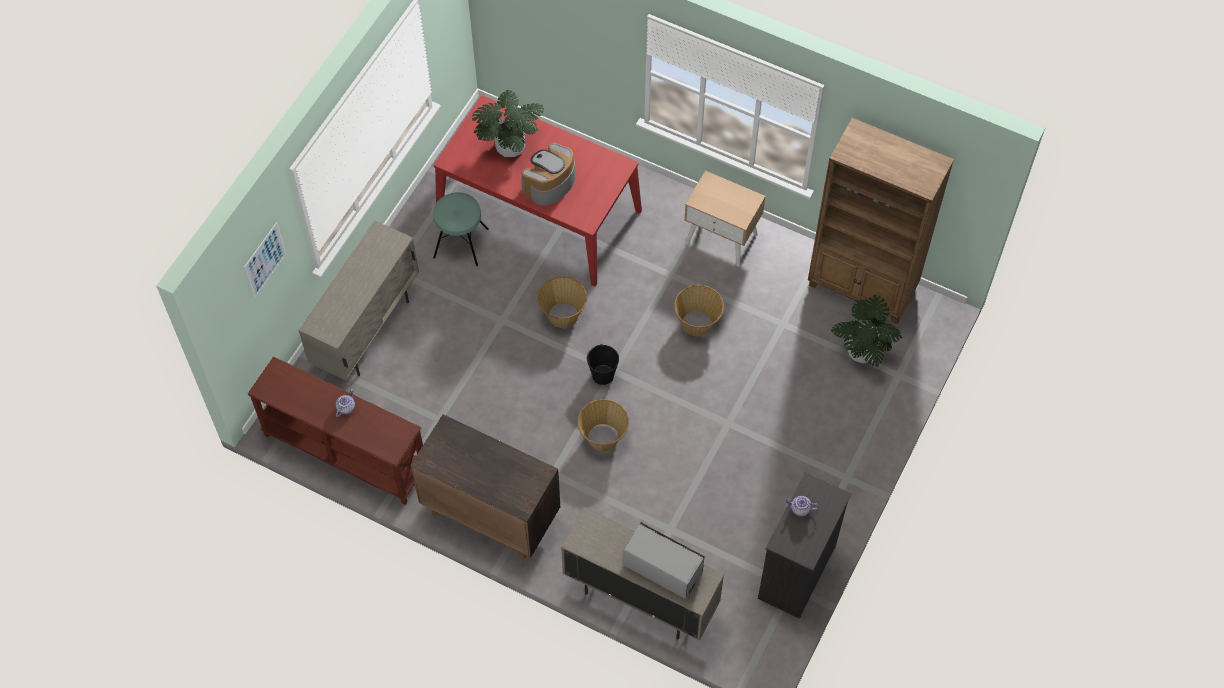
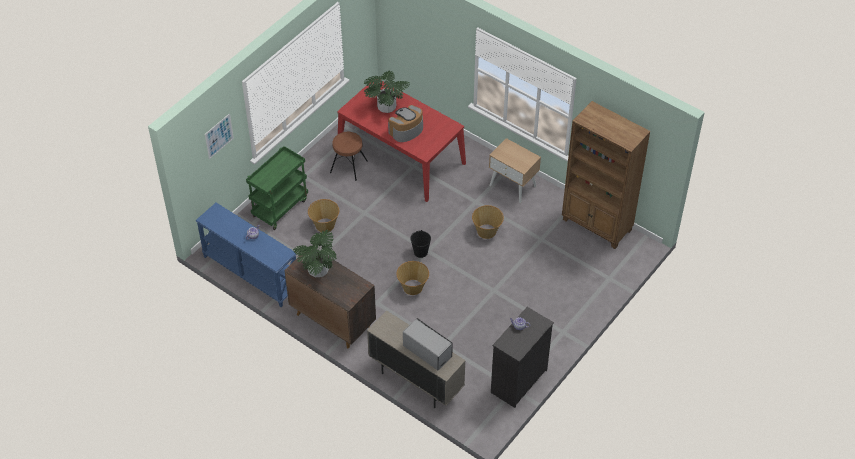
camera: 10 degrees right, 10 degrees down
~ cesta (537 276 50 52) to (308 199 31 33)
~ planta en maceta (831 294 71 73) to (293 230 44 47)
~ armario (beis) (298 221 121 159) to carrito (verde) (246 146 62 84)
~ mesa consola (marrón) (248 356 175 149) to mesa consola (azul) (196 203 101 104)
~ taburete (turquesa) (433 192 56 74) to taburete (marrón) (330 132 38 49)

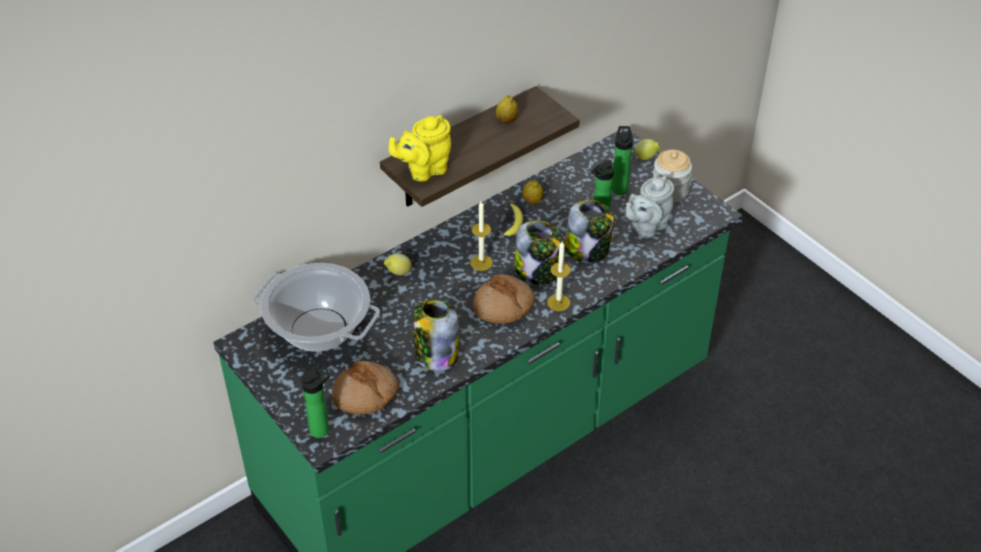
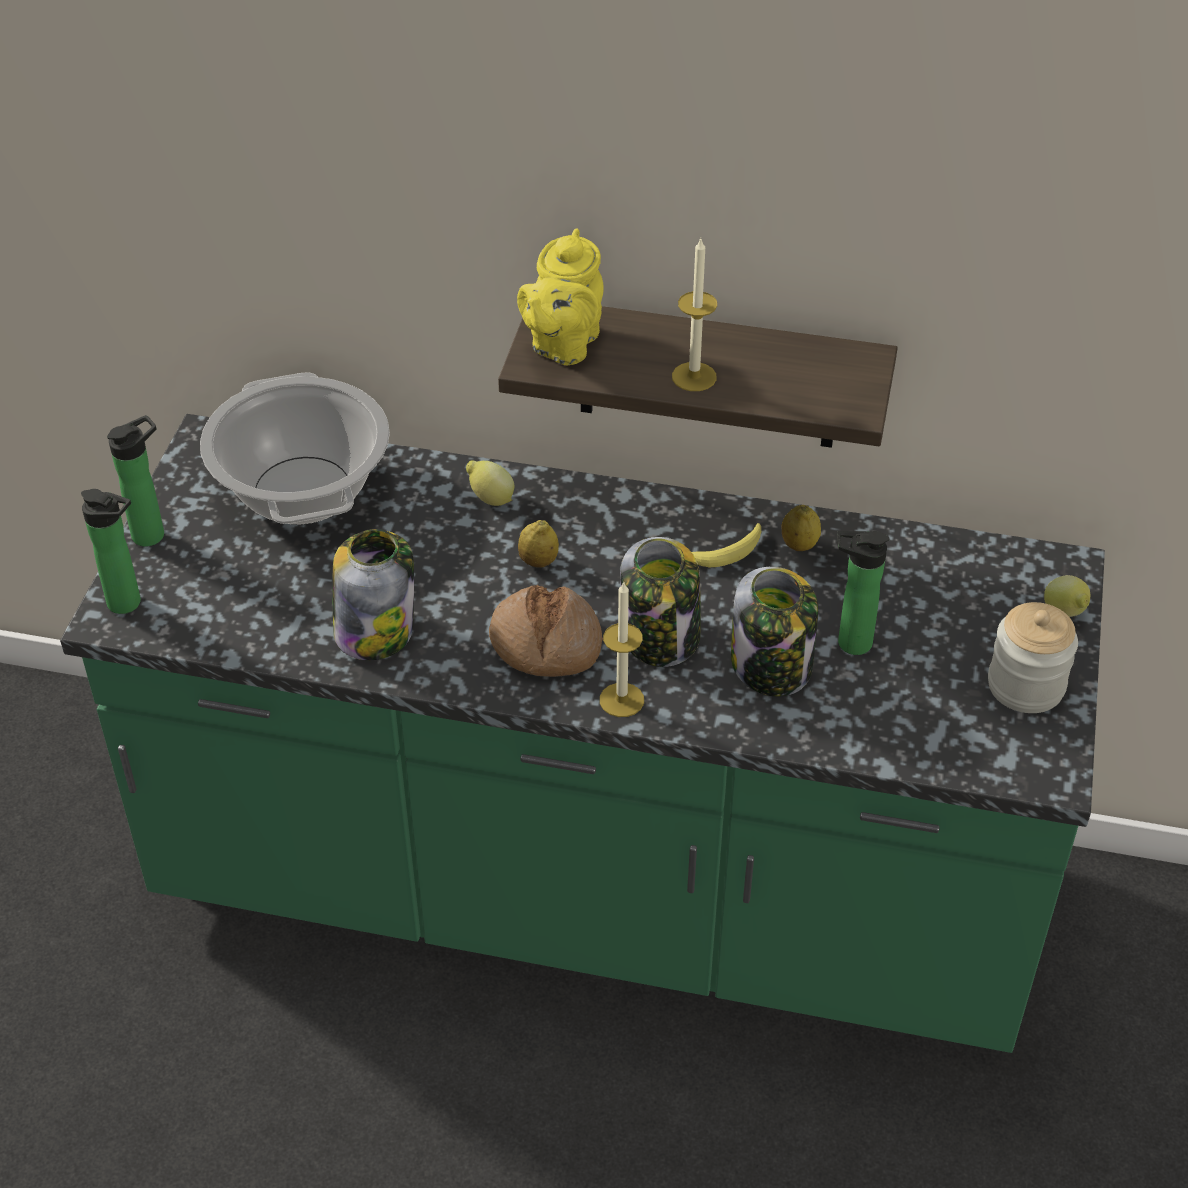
camera: 50 degrees right, 0 degrees up
- pan (332 361 67 53)
- tetera (gris) (626 176 48 62)
~ vela (470 201 23 70) to (672 239 45 152)
~ limón (496 95 22 29) to (518 520 41 48)
~ botella (611 126 22 69) to (107 415 57 132)
~ tetera (amarillo) (389 115 62 66) = (517 229 87 136) 90 degrees counterclockwise

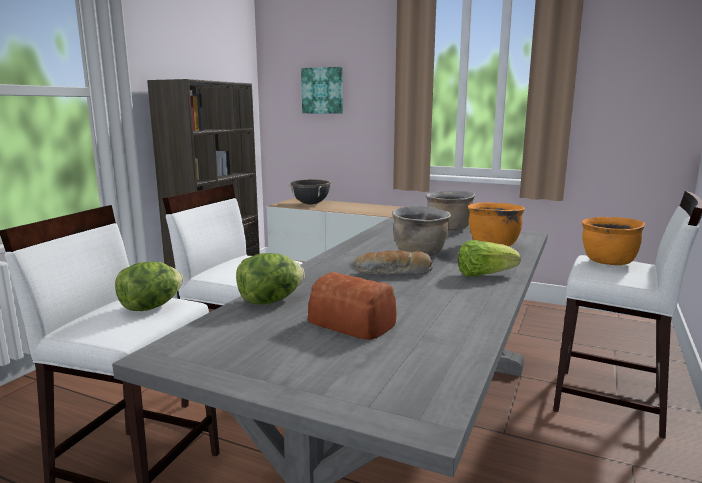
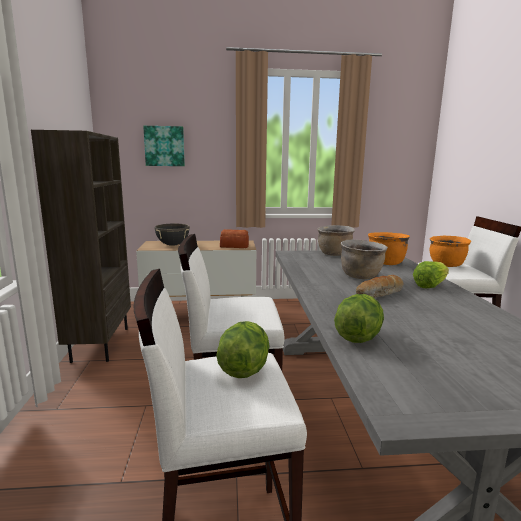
camera: 30 degrees left, 0 degrees up
~ pan (308 272 89 68) to (220 229 29 19)

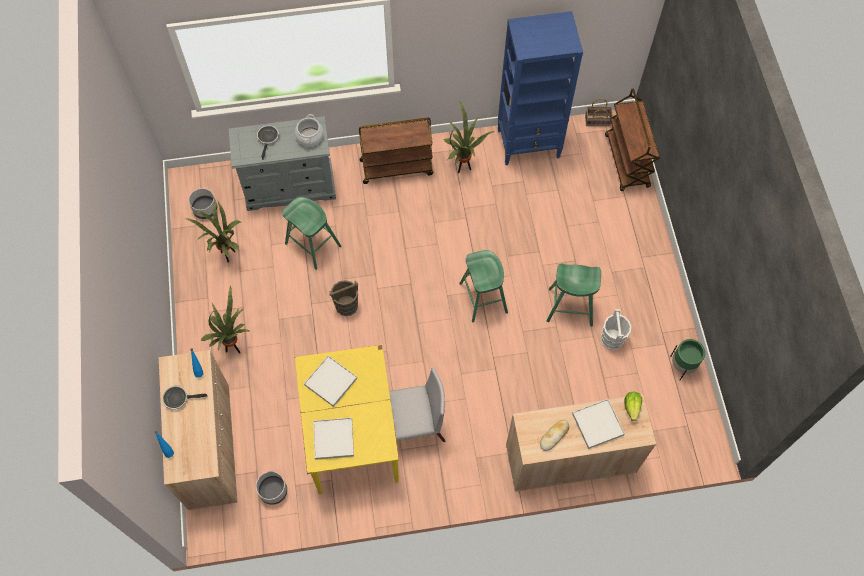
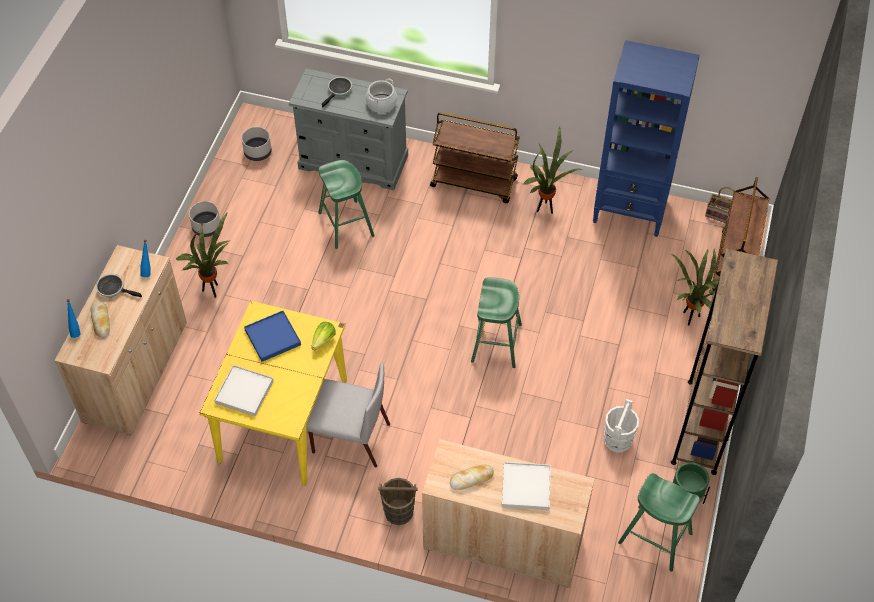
camera: 25 degrees right, 10 degrees down
+ pan (91 301 19 36)
+ estantería (marrón) (671 248 107 227)
~ planta en maceta (186 202 55 60) to (672 248 47 77)
~ maceta (gris) (256 471 31 34) to (189 201 31 36)
~ cubo (marrón) (329 280 29 36) to (378 478 39 47)
~ taburete (verde) (547 263 54 63) to (618 473 82 98)
~ lechuga (624 392 18 29) to (311 322 25 28)
~ bandeja (blanco) (304 356 53 51) to bandeja (azul) (244 311 57 51)

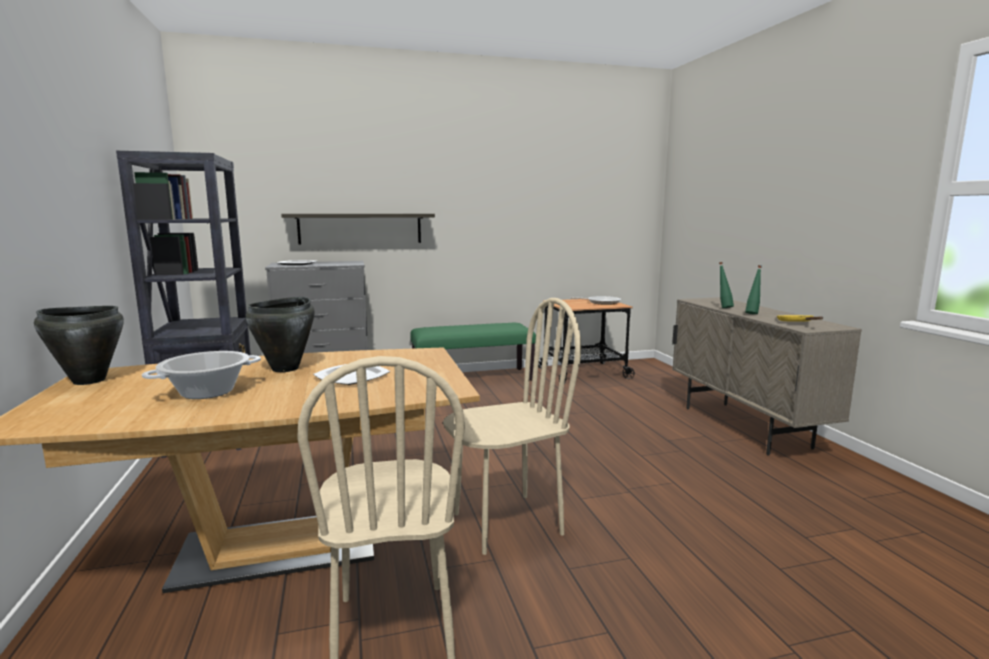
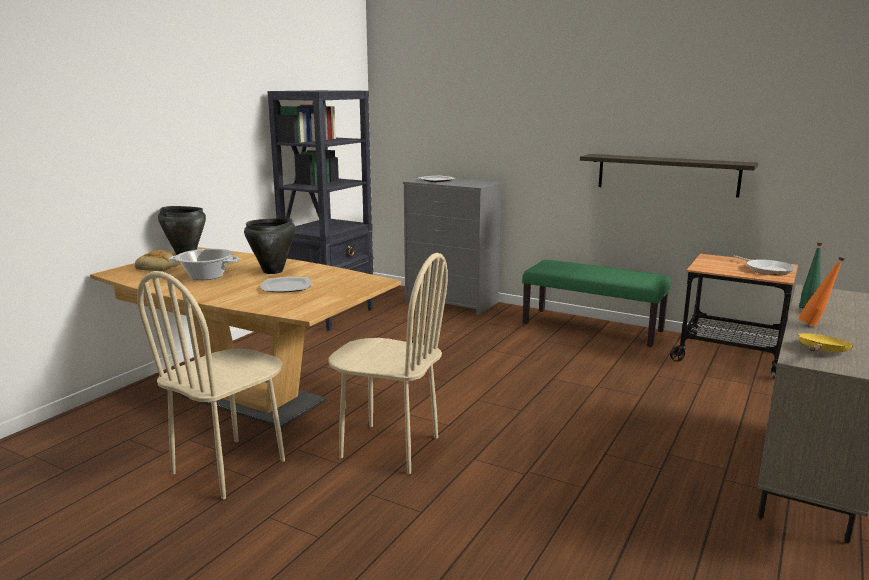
camera: 45 degrees right, 5 degrees up
+ pan (135 250 46 21)
~ estante (281 214 154 31) to (580 154 178 44)
~ botella (verde) (745 265 17 49) to botella (naranja) (798 257 46 70)

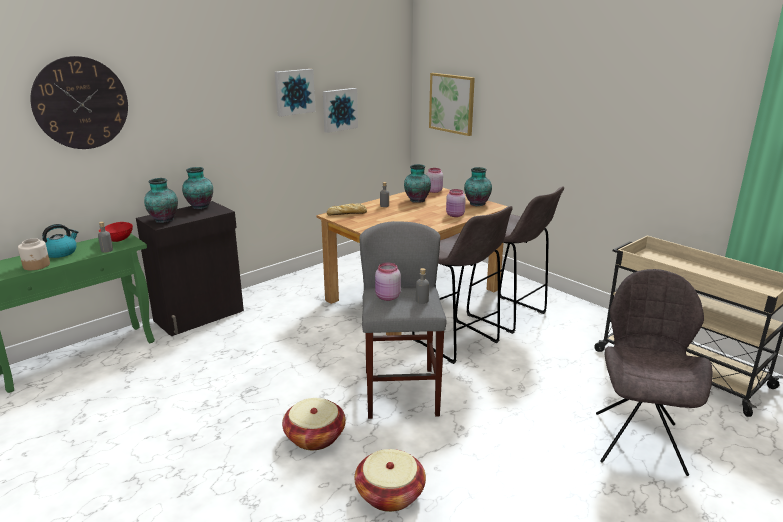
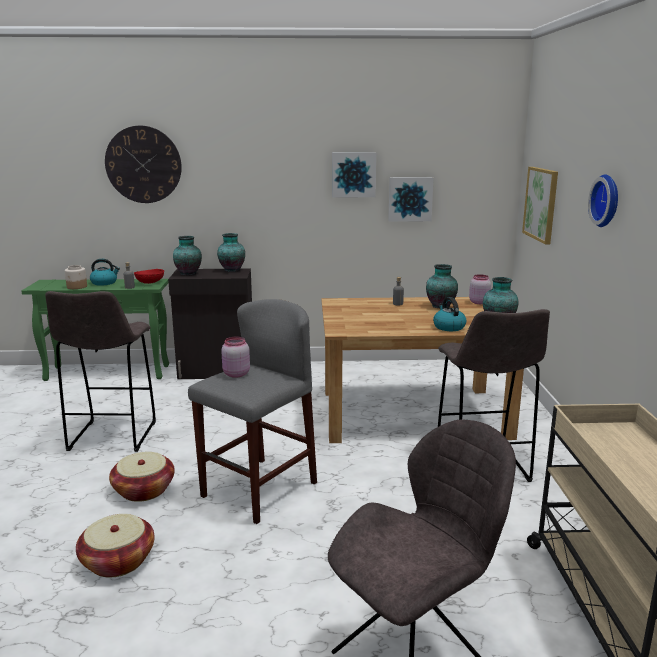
camera: 40 degrees right, 5 degrees down
- pan (327 203 40 13)
- botella (gris) (416 268 13 36)
+ reloj de pared (588 174 30 53)
~ taburete (gris) (412 206 101 158) to (45 291 111 161)
~ tarro (rosa) (446 189 20 28) to hervidor (433 297 33 34)

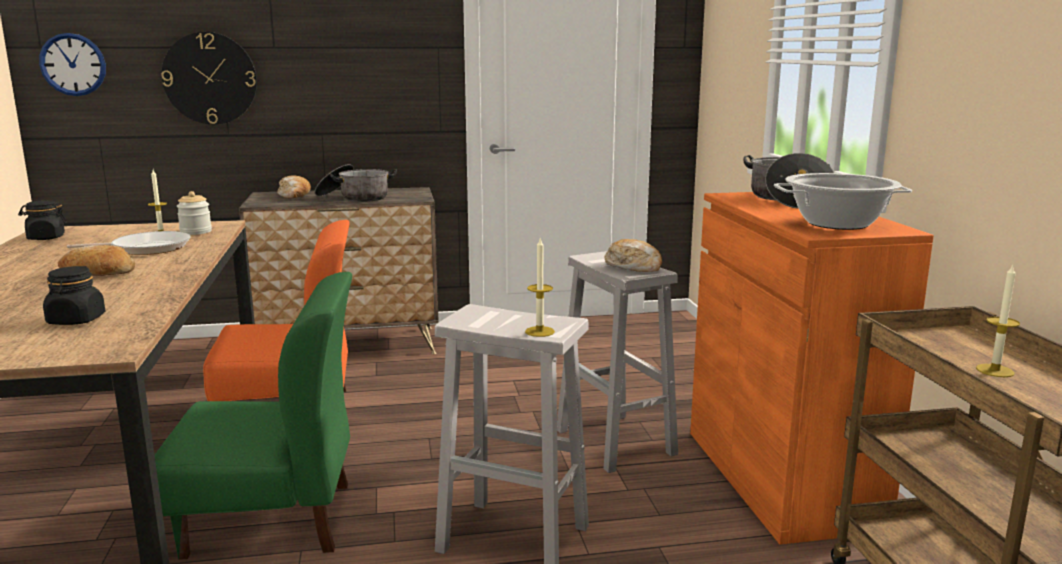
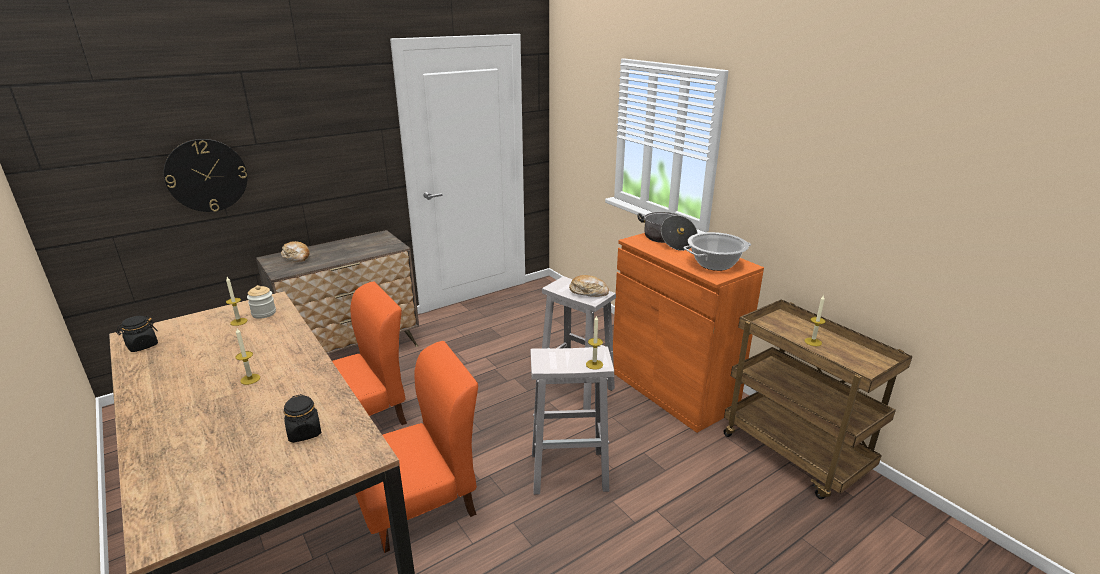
camera: 25 degrees left, 10 degrees up
- reloj de pared (39 33 67 63)
- sartén (67 231 124 24)
- olla (314 164 83 38)
~ pan (58 245 77 31) to vela (236 328 24 57)
~ silla (verde) (155 272 197 288) to silla (naranja) (355 341 123 212)

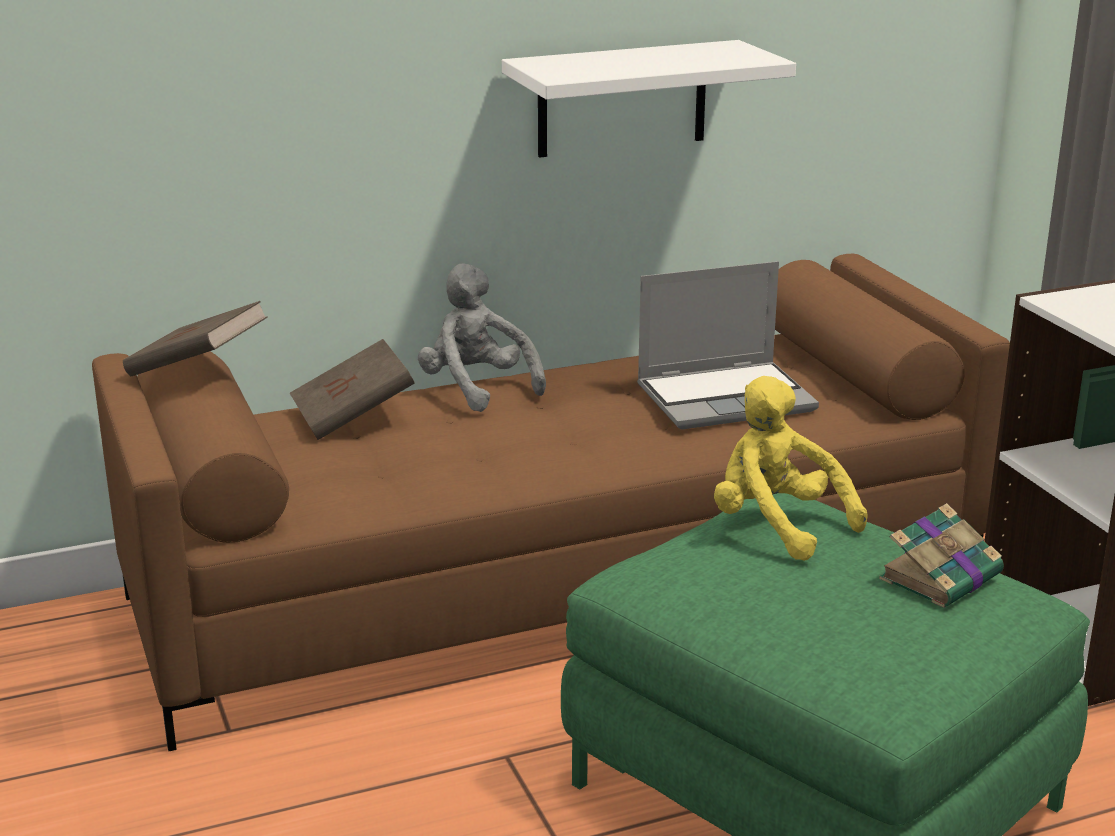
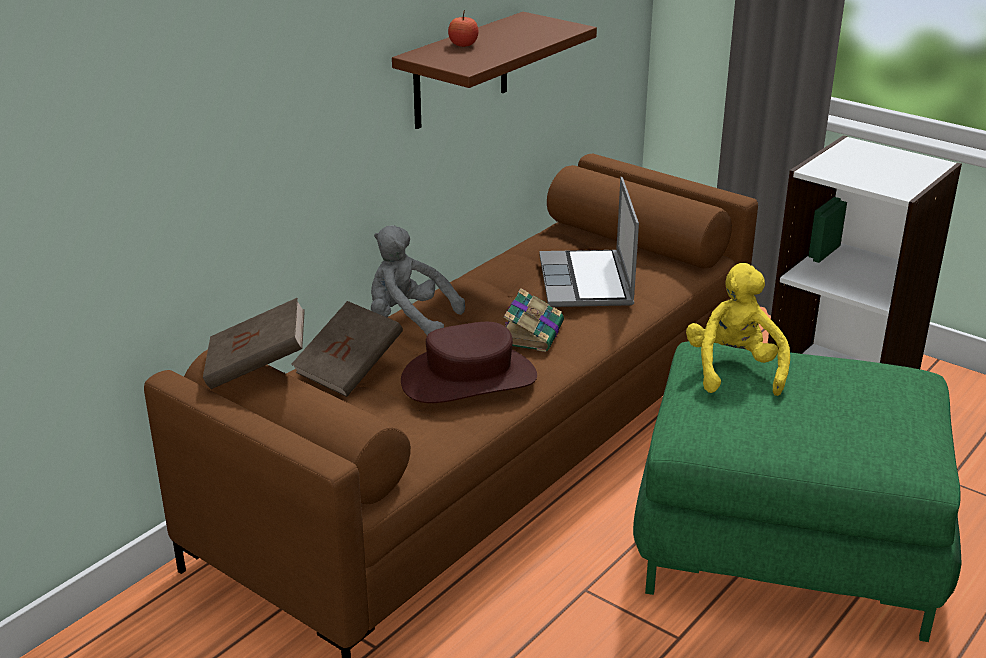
camera: 30 degrees left, 5 degrees up
+ sombrero (marrón) (401 322 136 81)
+ manzana (448 10 31 37)
~ libro (879 503 125 105) to (503 288 61 64)
~ estante (blanco) (502 40 294 118) to estante (marrón) (392 12 205 117)
~ portátil (637 261 182 169) = (539 177 100 130) 135 degrees clockwise
~ peluche (amarillo) (714 376 154 185) = (686 263 104 133) 75 degrees clockwise

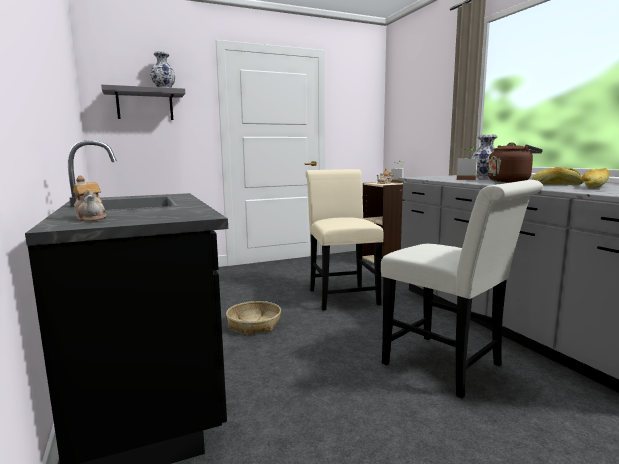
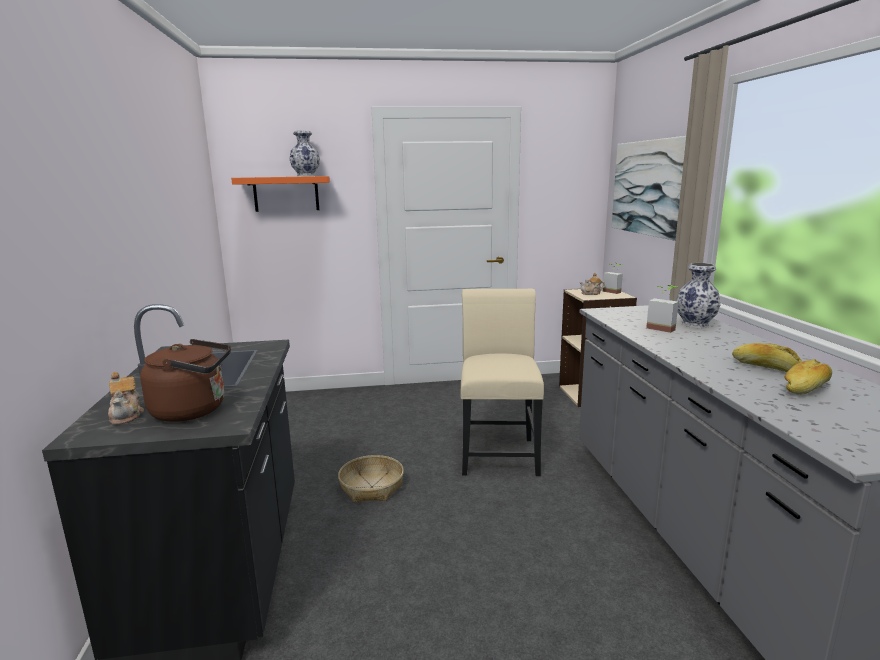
camera: 15 degrees right, 5 degrees up
- silla (blanco) (381 180 162 218)
+ cuadro (612 136 74 105)
~ hervidor (marrón) (488 142 55 40) to (140 339 91 83)
~ estante (gris) (101 85 84 35) to estante (naranja) (231 176 99 36)

